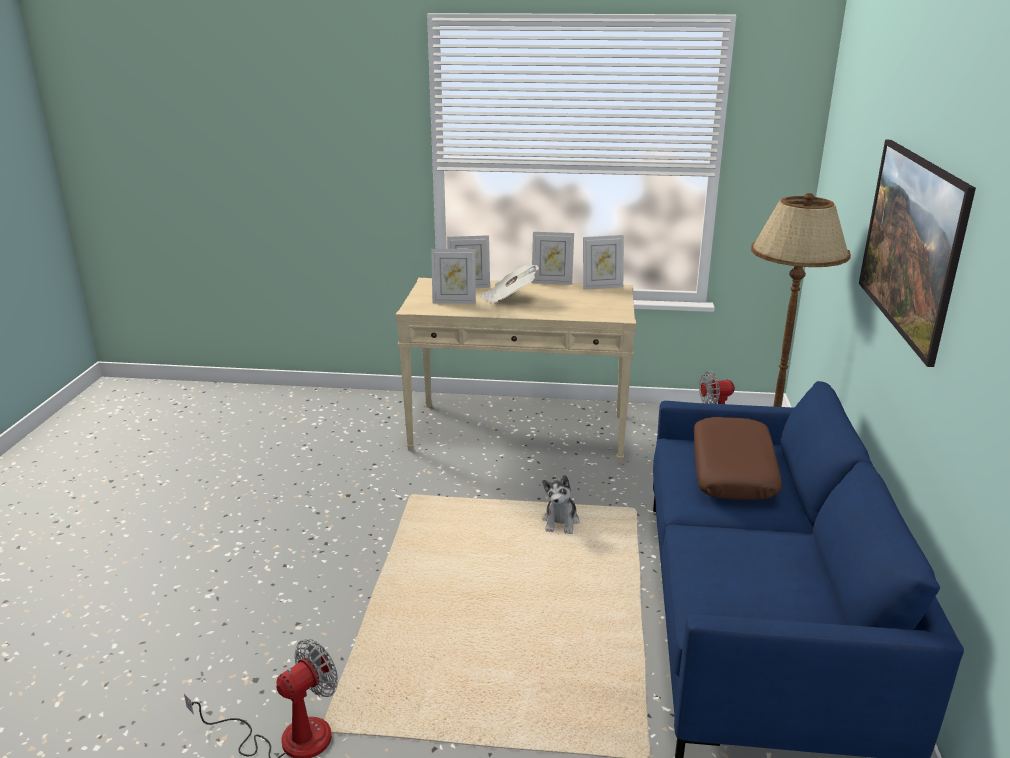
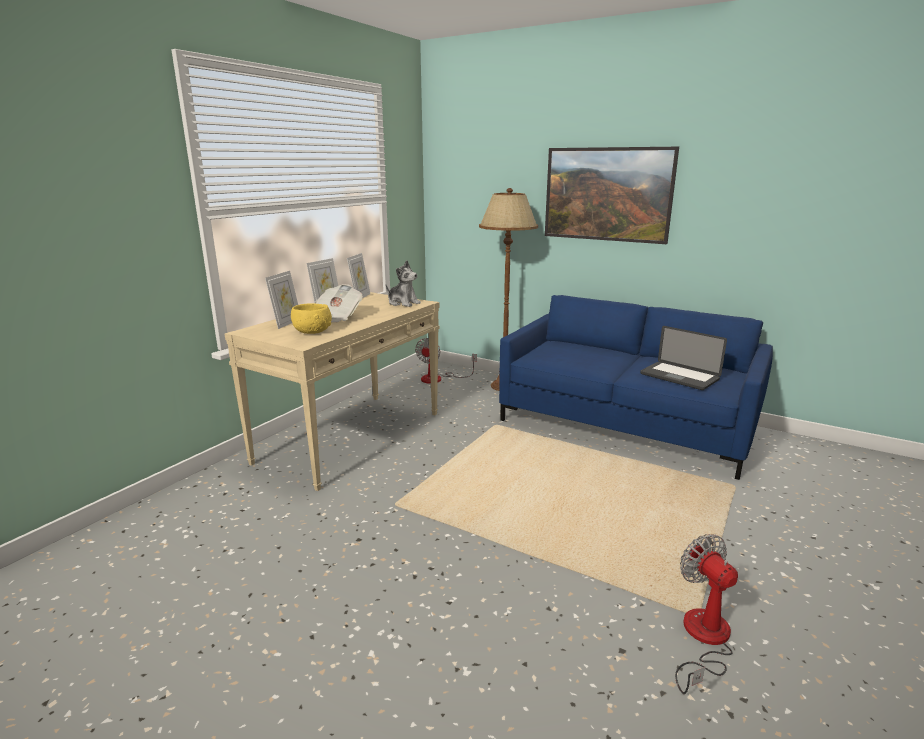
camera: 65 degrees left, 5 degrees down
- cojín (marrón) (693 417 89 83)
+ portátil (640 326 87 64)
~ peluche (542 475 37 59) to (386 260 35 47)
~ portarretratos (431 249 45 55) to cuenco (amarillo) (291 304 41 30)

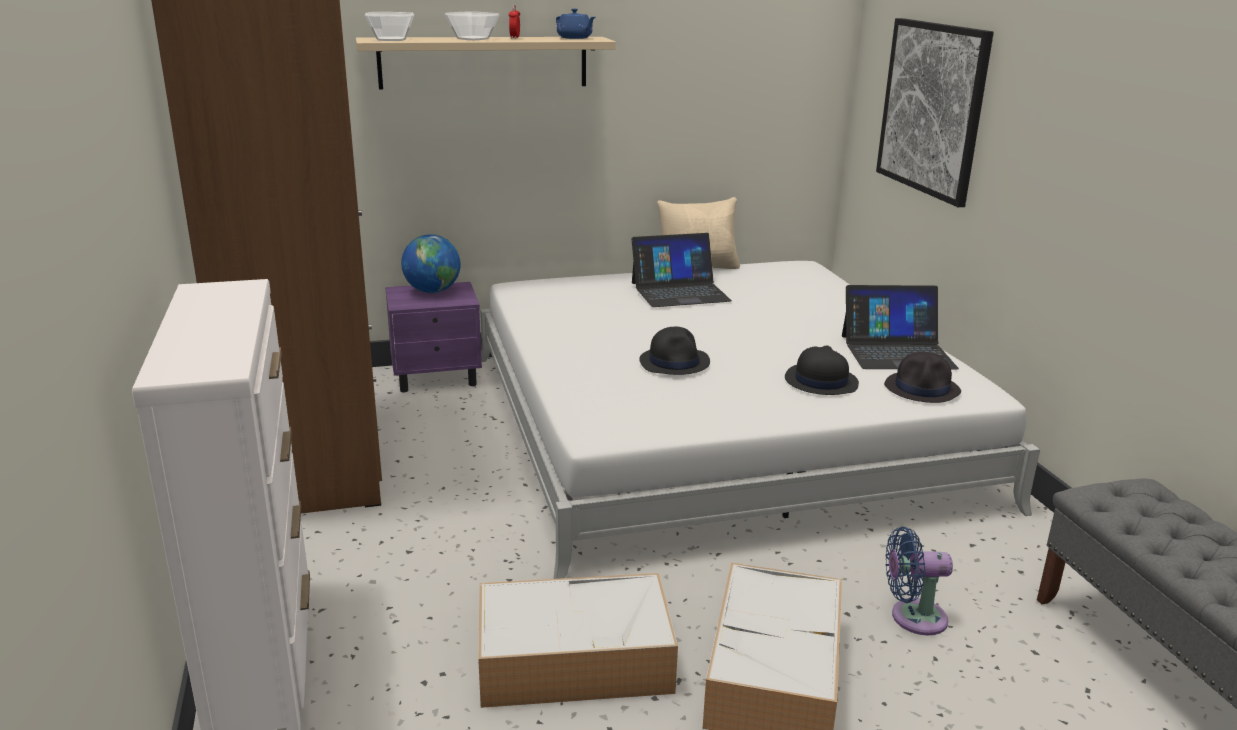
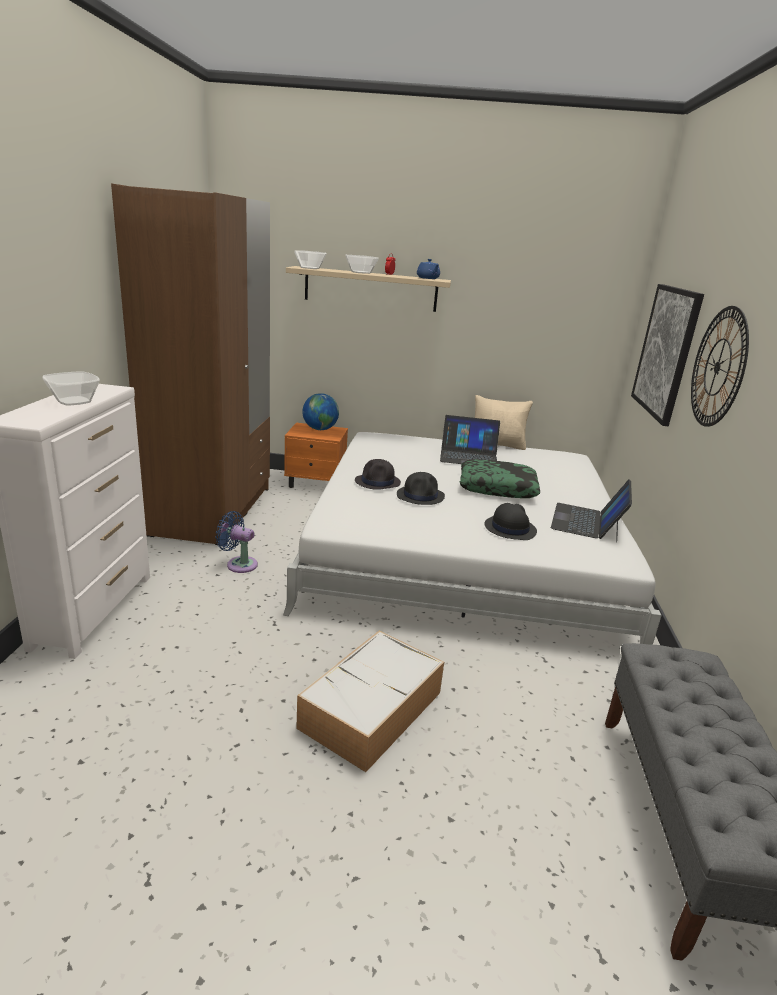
camera: 20 degrees right, 0 degrees up
- caja de almacenaje (478 573 200 135)
+ cuenco (42 371 58 34)
+ cojín (460 459 80 39)
+ reloj de pared (691 306 58 121)
~ sombrero (negro) (884 352 77 51) to (355 459 46 31)
~ ventilador (azul) (886 527 67 108) to (216 511 42 62)
~ mesita de noche (morado) (385 282 97 110) to mesita de noche (naranja) (284 423 64 65)
~ portátil (842 285 117 84) = (551 480 81 63) 90 degrees clockwise

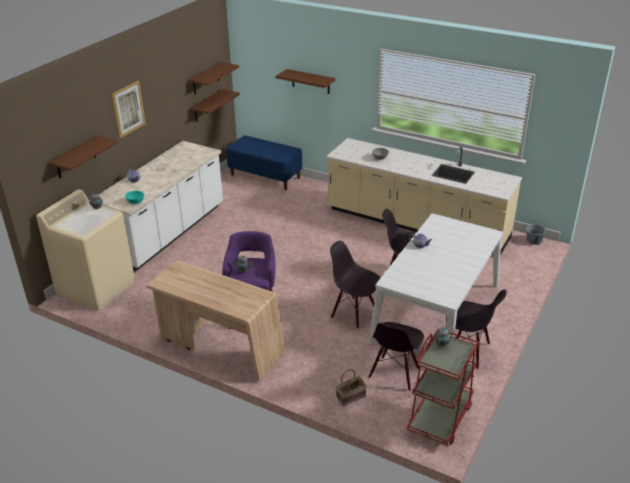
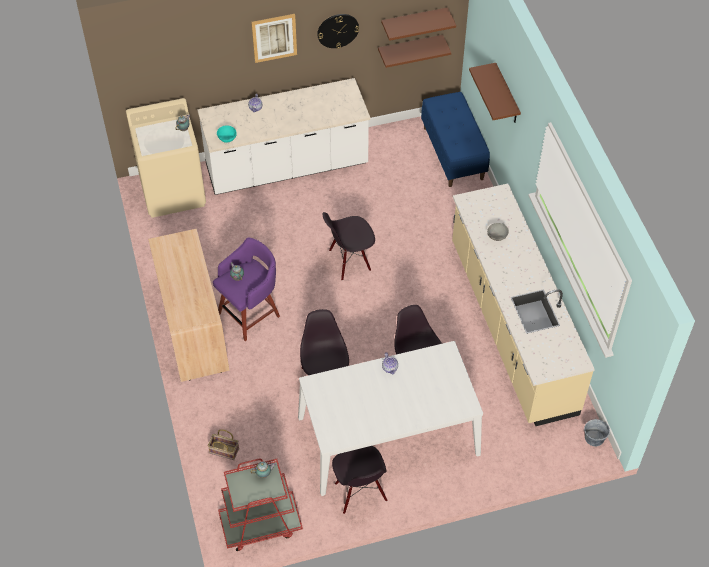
camera: 45 degrees right, 20 degrees up
- estante (marrón) (49 135 68 43)
+ reloj de pared (317 14 42 35)
~ silla (negro) (369 322 55 69) to (323 212 52 69)

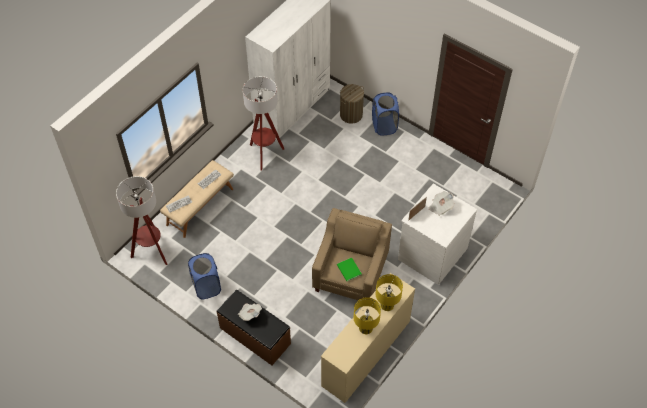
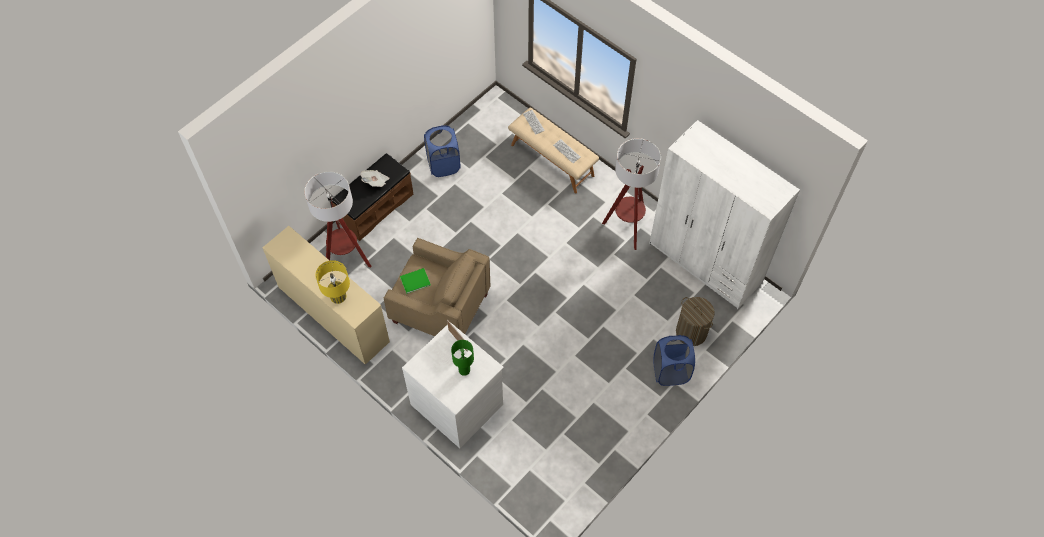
camera: 95 degrees right, 5 degrees up
- lámpara de mesa (amarillo) (353 297 28 37)
~ lámpara de pie (116 176 51 89) to (304 171 67 97)
~ periódico (429 191 25 25) to lámpara de mesa (verde) (451 340 23 36)

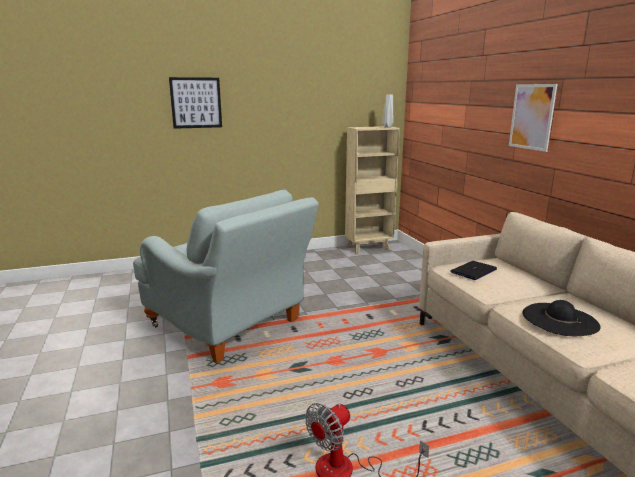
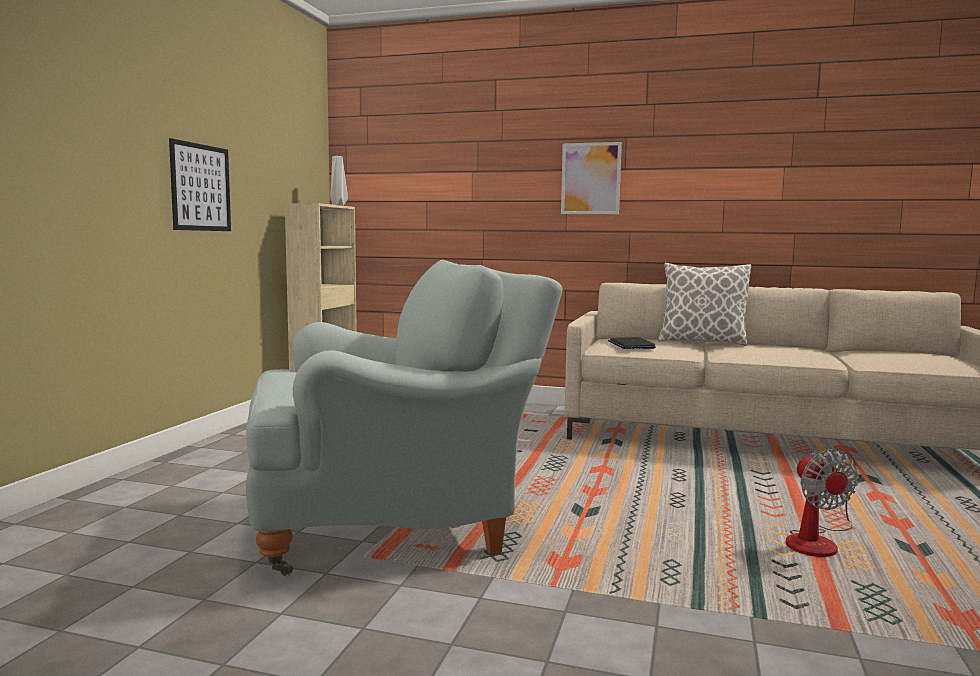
camera: 55 degrees left, 10 degrees down
- sombrero (negro) (522 300 79 36)
+ cojín (658 263 93 83)
~ cuadro (169 77 53 52) to (169 138 62 93)

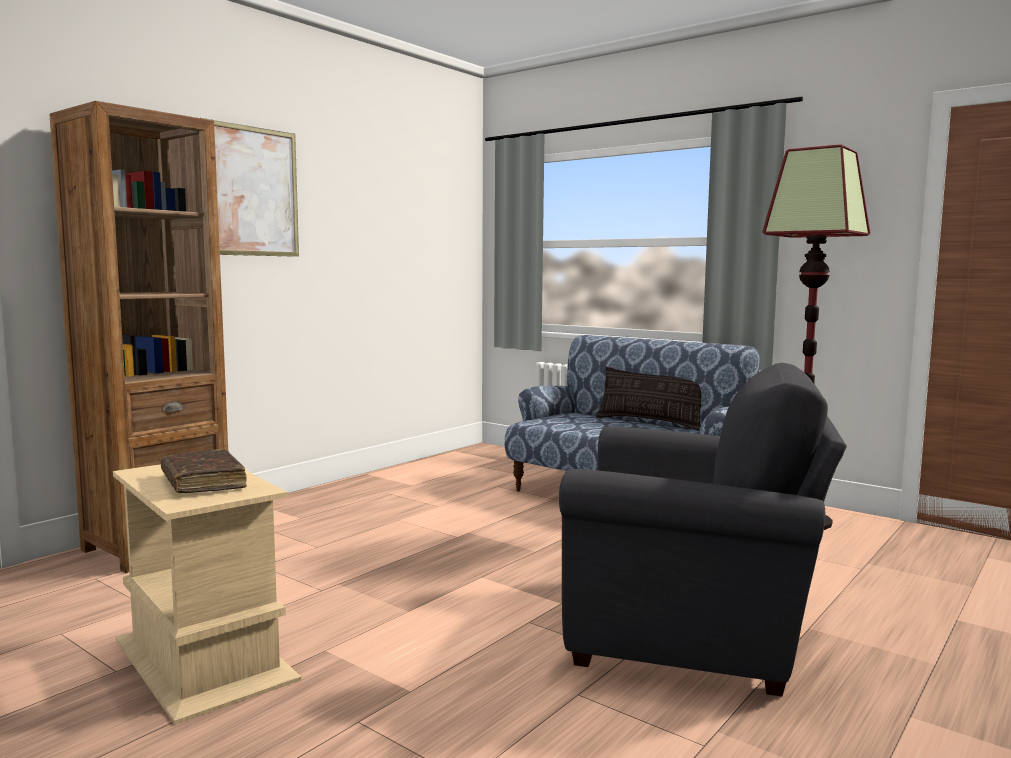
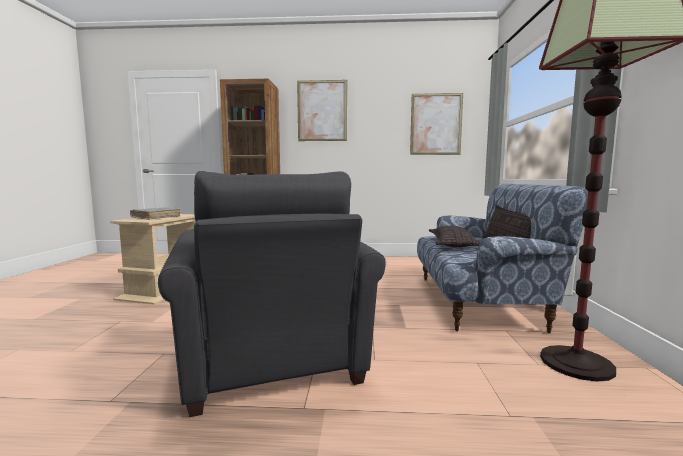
camera: 55 degrees right, 0 degrees up
+ cuadro (410 93 53 62)
+ cojín (429 226 51 21)
~ libro (marrón) (161 449 86 44) to libro (gris) (130 207 50 13)

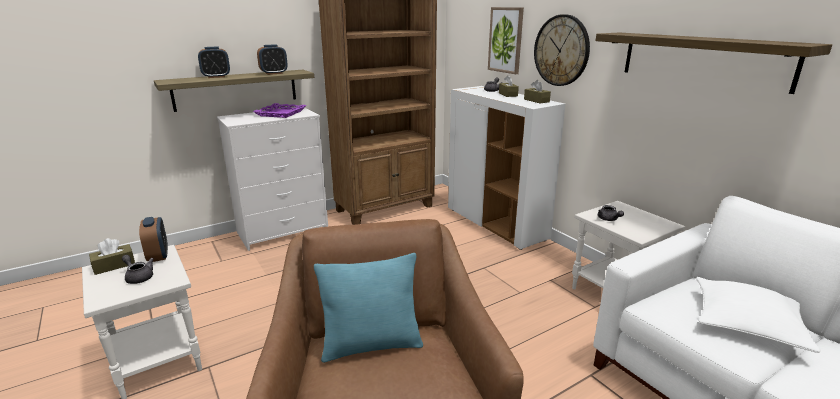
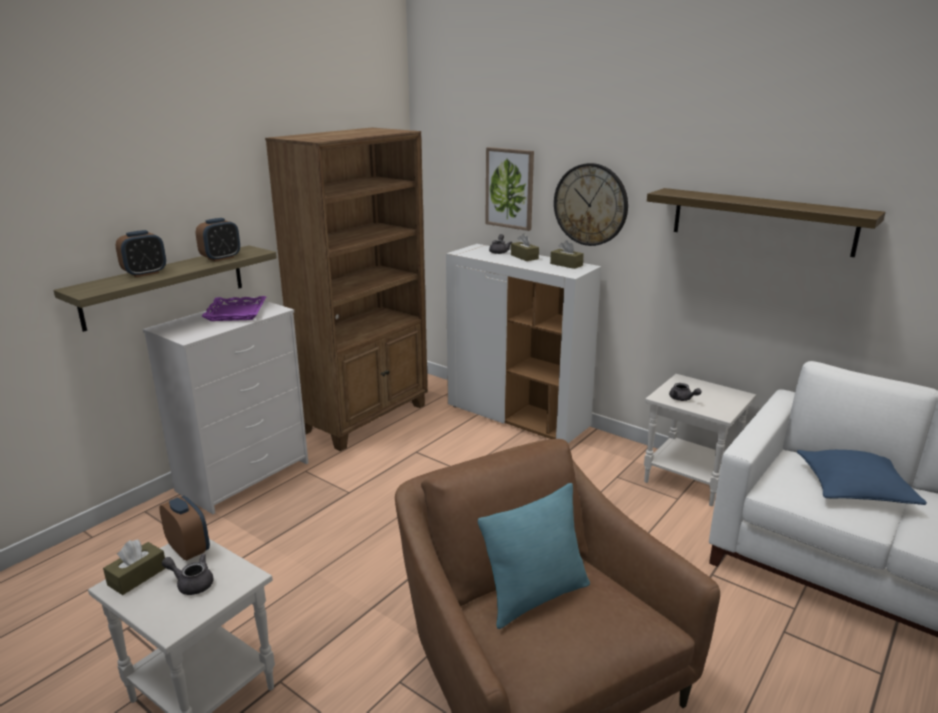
camera: 20 degrees left, 0 degrees up
~ cojín (blanco) (696 277 125 76) to cojín (azul) (797 450 130 55)

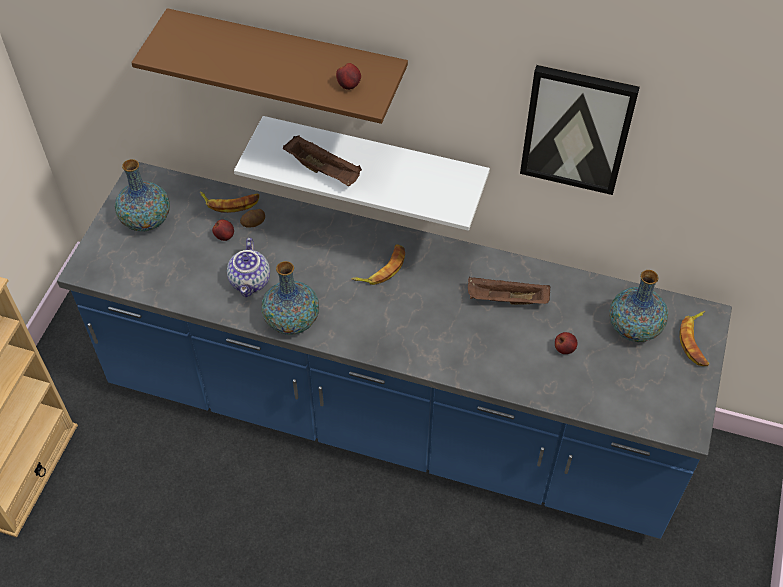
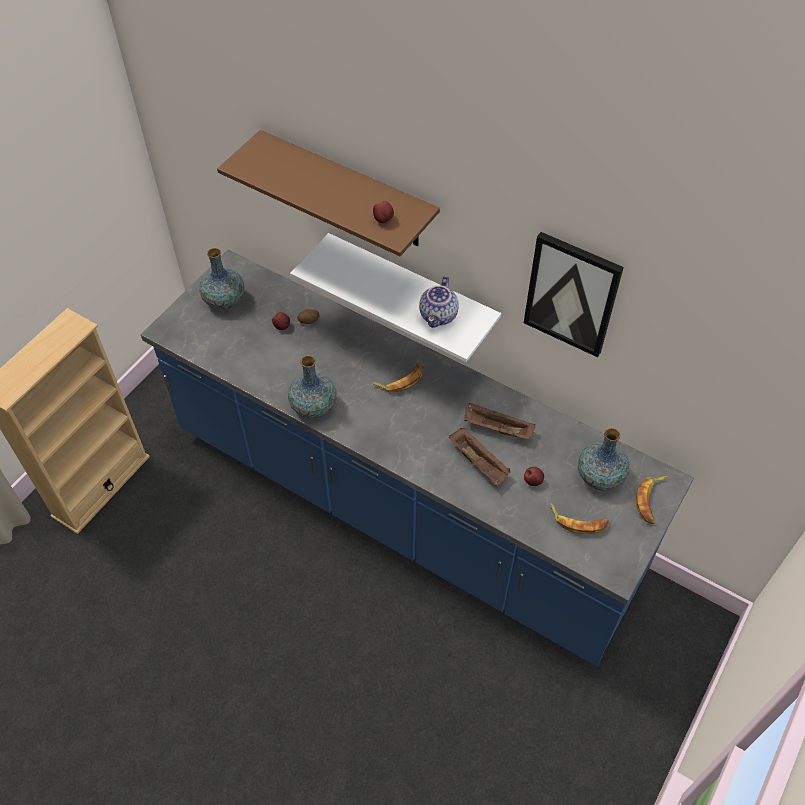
camera: 15 degrees right, 0 degrees up
~ plátano (200 191 59 22) to (550 503 59 31)
~ tetera (227 238 43 59) to (419 276 40 52)
~ bandeja (marrón) (283 135 79 51) to (449 428 62 58)

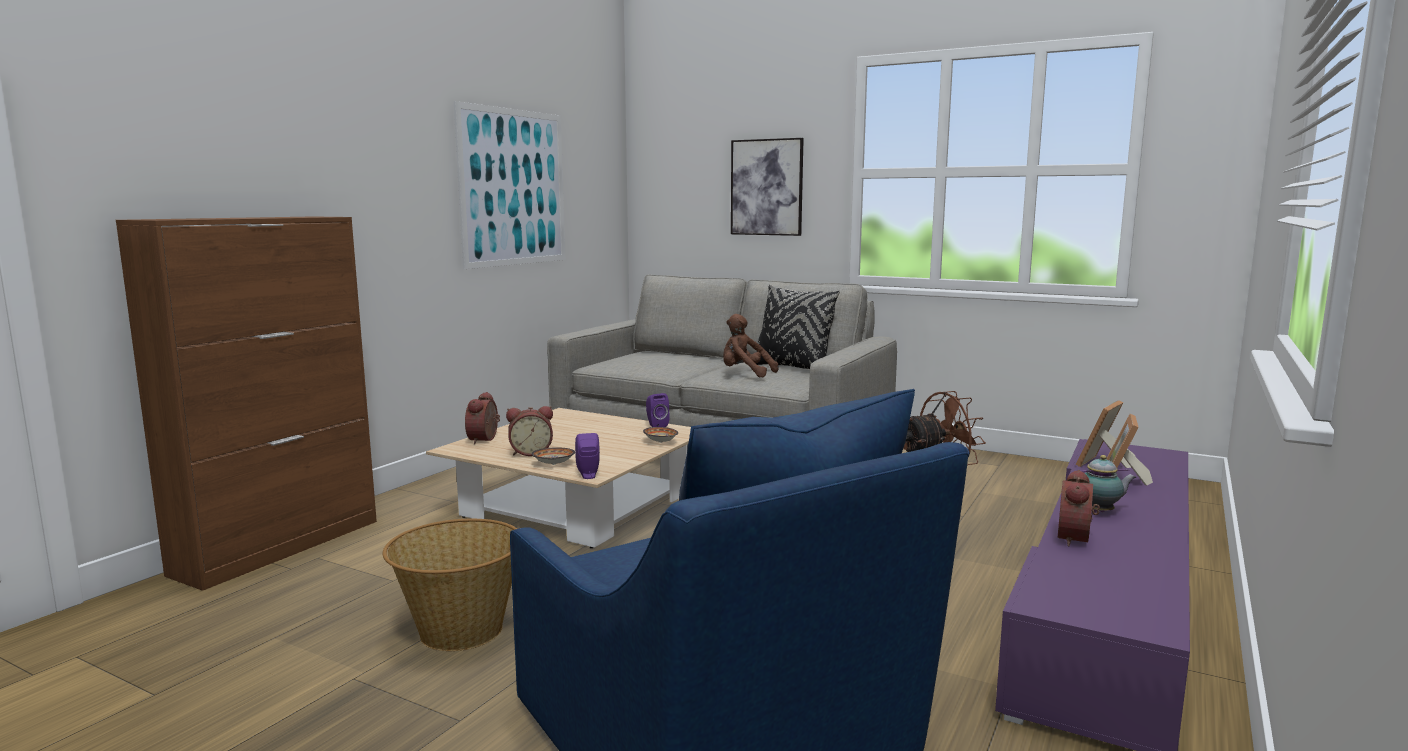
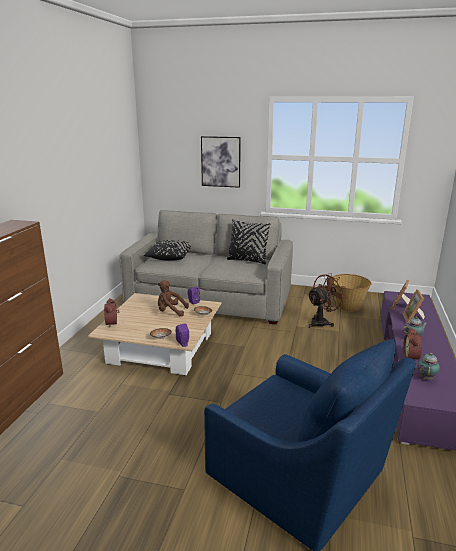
camera: 15 degrees left, 10 degrees up
- cuadro (454 101 112 168)
- despertador (506 406 47 50)
+ cojín (negro) (144 240 47 21)
+ tetera (417 353 23 27)
~ cesta (383 519 134 132) to (333 274 38 38)
~ peluche (marrón) (723 314 56 63) to (158 280 31 37)

